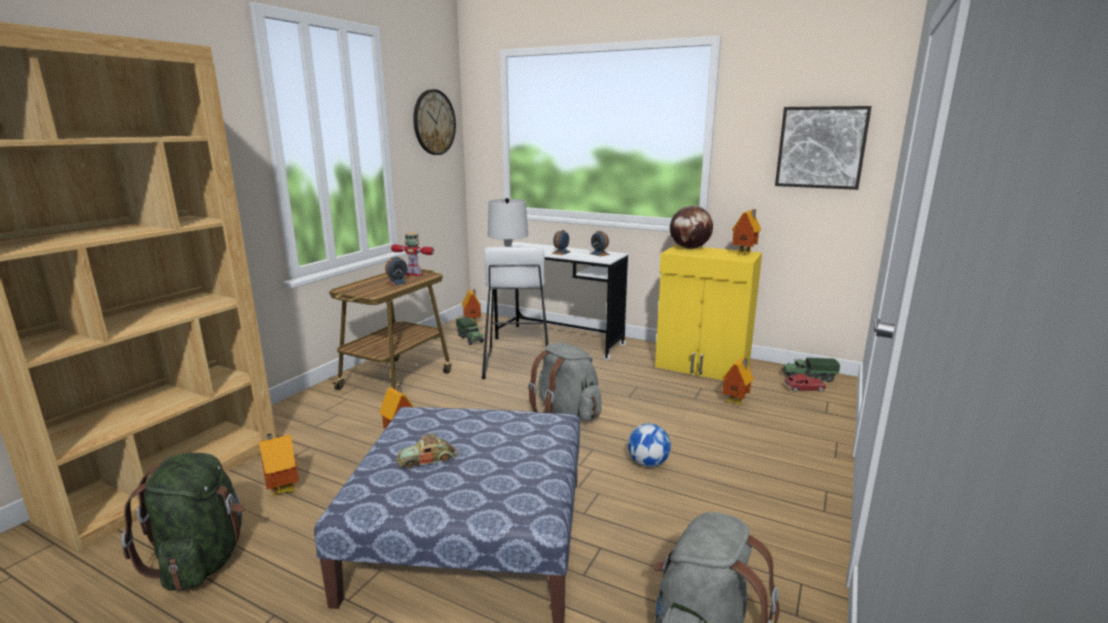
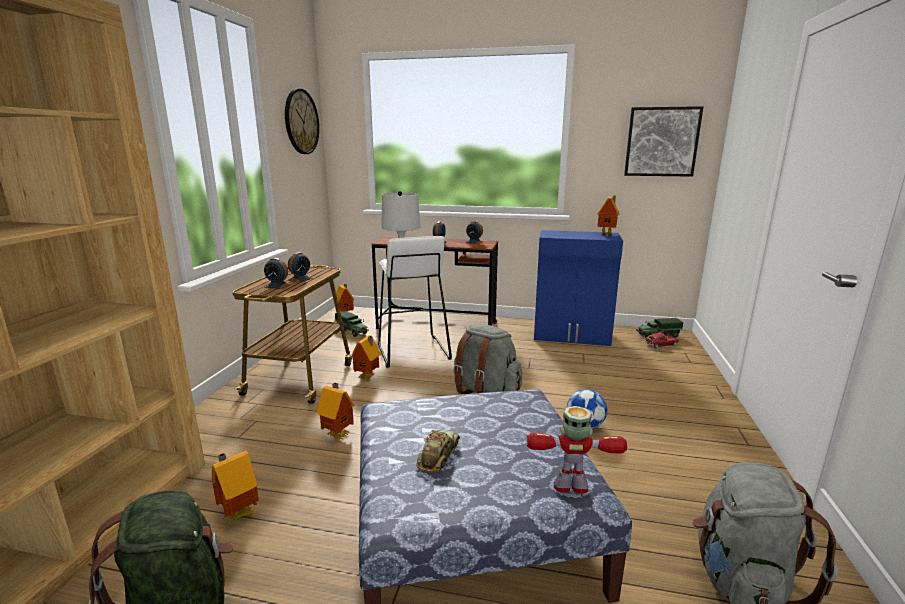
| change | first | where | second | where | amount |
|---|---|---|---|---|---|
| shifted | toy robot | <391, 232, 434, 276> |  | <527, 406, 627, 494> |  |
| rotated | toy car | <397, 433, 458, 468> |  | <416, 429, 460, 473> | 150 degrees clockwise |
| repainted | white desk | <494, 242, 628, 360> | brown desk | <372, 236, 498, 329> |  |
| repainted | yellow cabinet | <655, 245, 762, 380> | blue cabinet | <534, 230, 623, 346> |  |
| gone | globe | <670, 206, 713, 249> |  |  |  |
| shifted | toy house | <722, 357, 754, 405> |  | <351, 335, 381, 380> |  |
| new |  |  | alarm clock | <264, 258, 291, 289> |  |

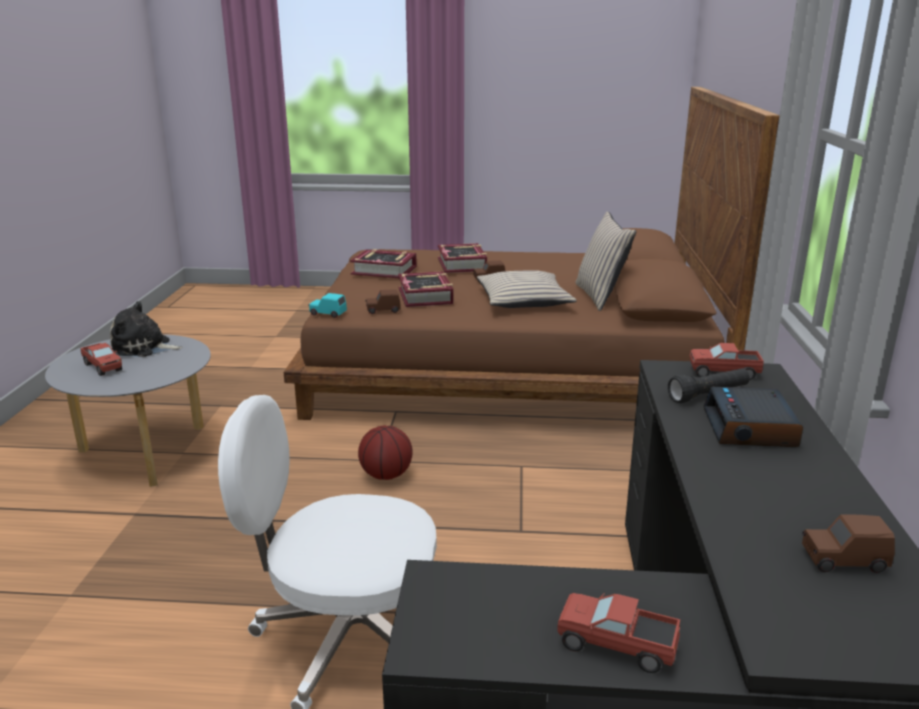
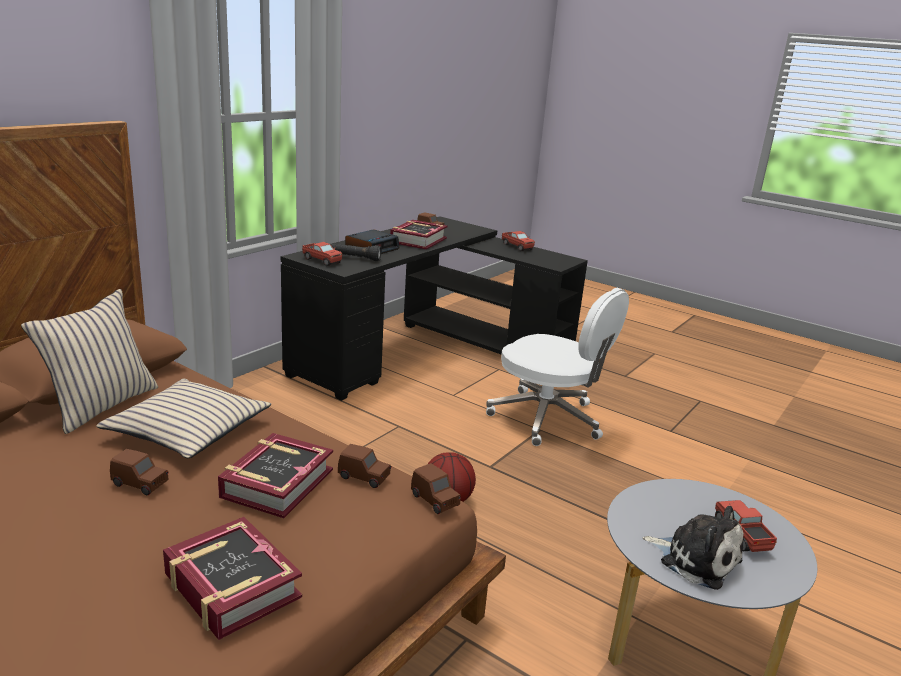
| change | first | where | second | where | amount |
|---|---|---|---|---|---|
| repainted | turquoise toy car | <309, 293, 347, 318> | brown toy car | <411, 463, 461, 514> |  |
| shifted | book | <438, 243, 487, 273> |  | <390, 220, 448, 249> |  |

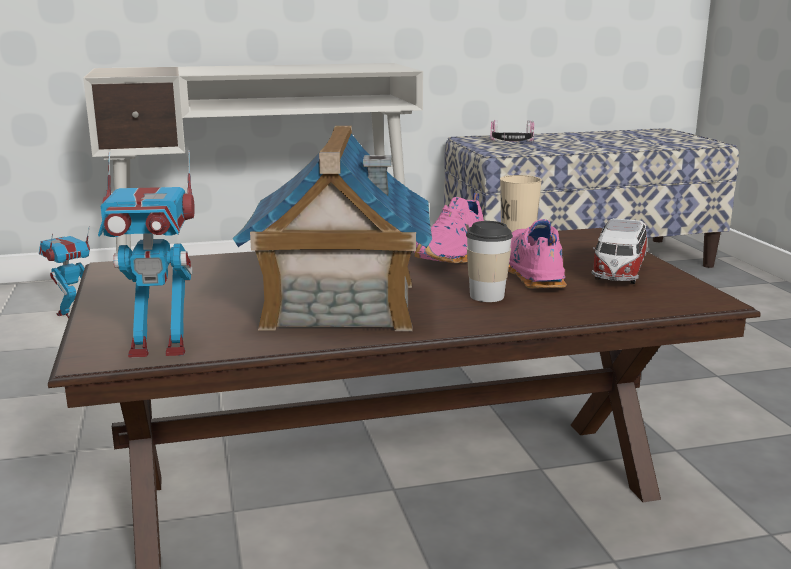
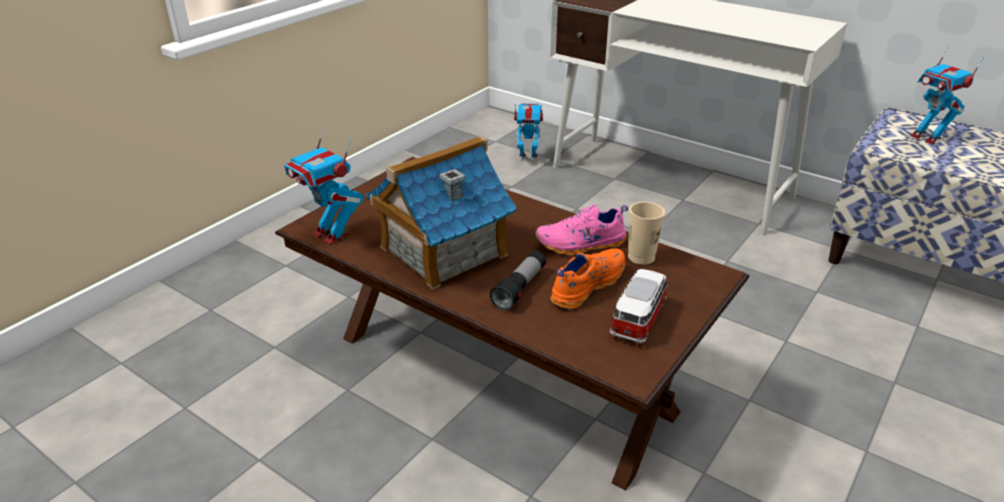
| change | first | where | second | where | amount |
|---|---|---|---|---|---|
| swapped | cup | <466, 221, 513, 302> | flashlight | <490, 251, 546, 310> |  |
| swapped | headphones | <490, 120, 534, 142> | toy robot | <910, 47, 984, 145> |  |
| repainted | pink shoe | <508, 219, 567, 289> | orange shoe | <551, 248, 625, 309> |  |
| rotated | toy car | <591, 218, 647, 284> |  | <610, 269, 669, 344> | 135 degrees clockwise |

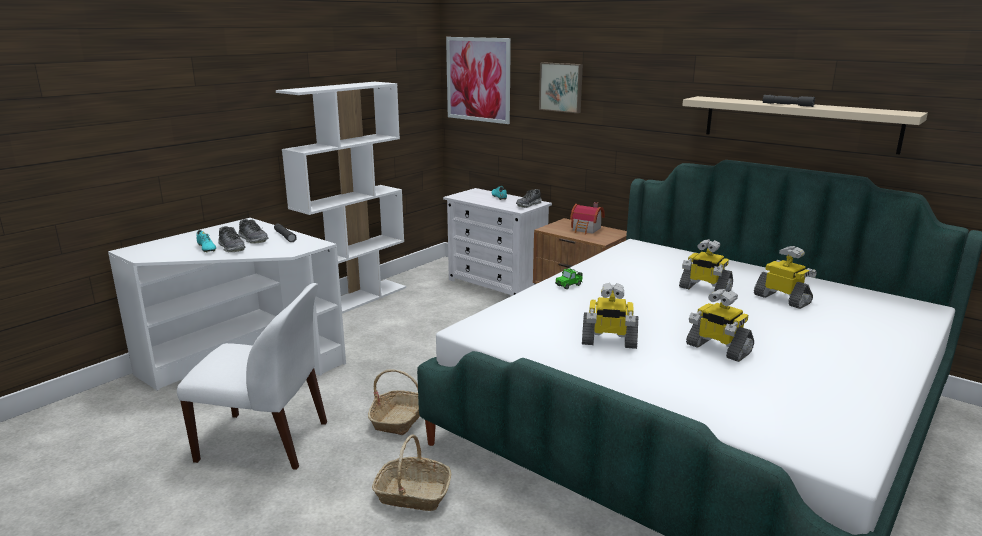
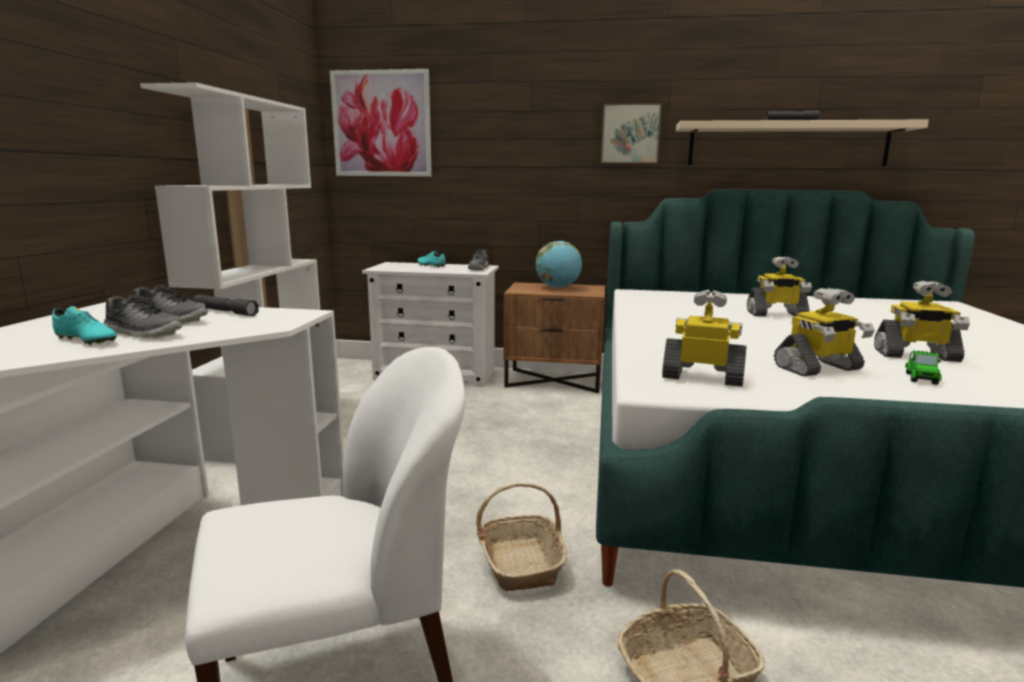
| change | first | where | second | where | amount |
|---|---|---|---|---|---|
| shifted | picture | <539, 62, 583, 113> |  | <601, 103, 662, 163> |  |
| shifted | toy car | <555, 268, 583, 289> |  | <905, 350, 942, 385> |  |
| swapped | toy house | <570, 202, 605, 235> | globe | <536, 241, 582, 288> |  |
| shifted | toy robot | <754, 246, 817, 309> |  | <662, 290, 746, 387> |  |

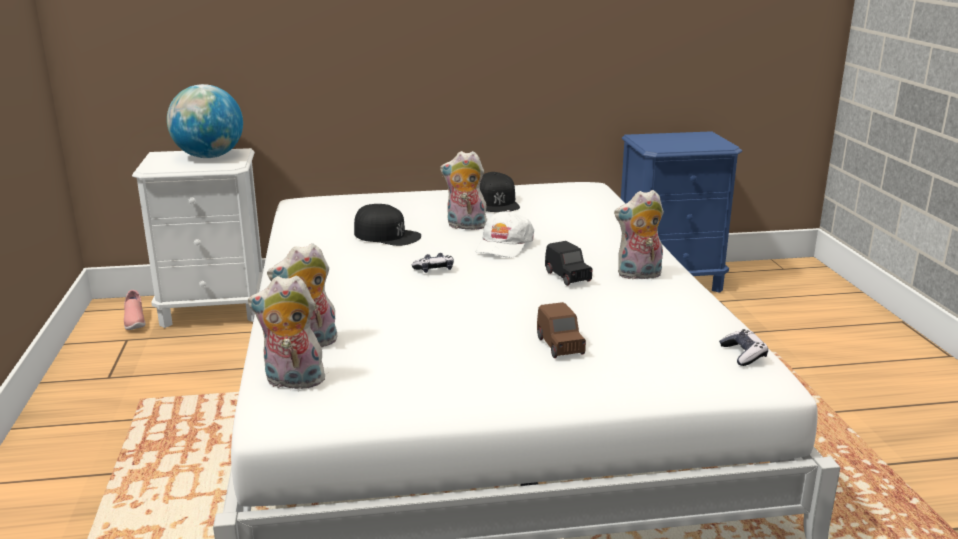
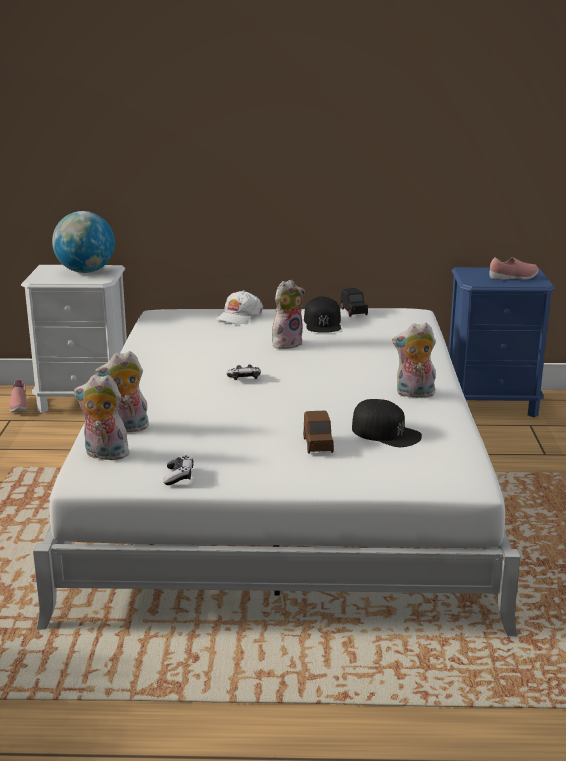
| change | first | where | second | where | amount |
|---|---|---|---|---|---|
| shifted | black cap | <354, 204, 421, 246> |  | <352, 399, 422, 447> |  |
| rotated | plush toy | <440, 151, 487, 230> |  | <272, 280, 305, 349> | 120 degrees clockwise |
| shifted | white cap | <476, 210, 534, 257> |  | <215, 290, 263, 324> |  |
| shifted | black toy car | <545, 241, 593, 286> |  | <340, 288, 368, 317> |  |
| shifted | game controller | <719, 329, 768, 366> |  | <163, 456, 193, 485> |  |
| new |  |  | pink shoe | <489, 257, 538, 280> |  |

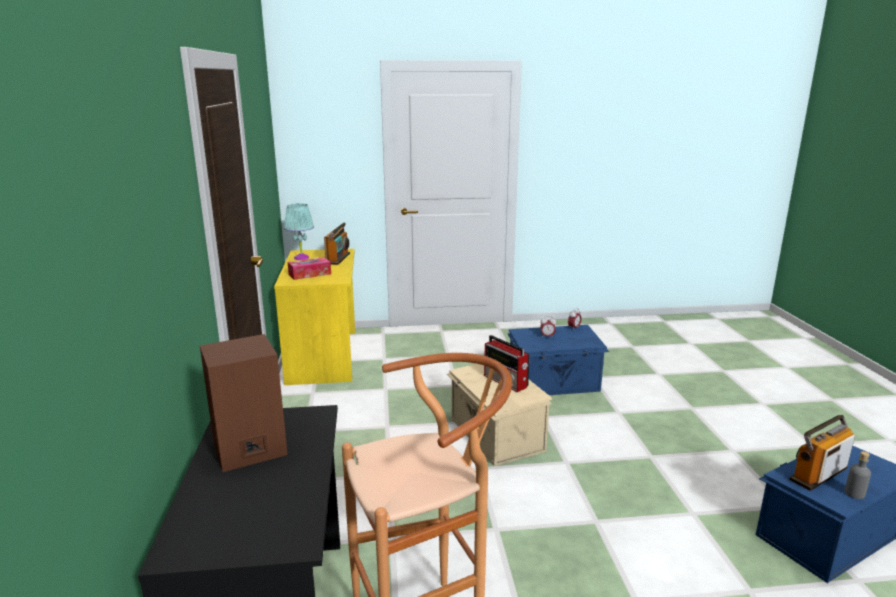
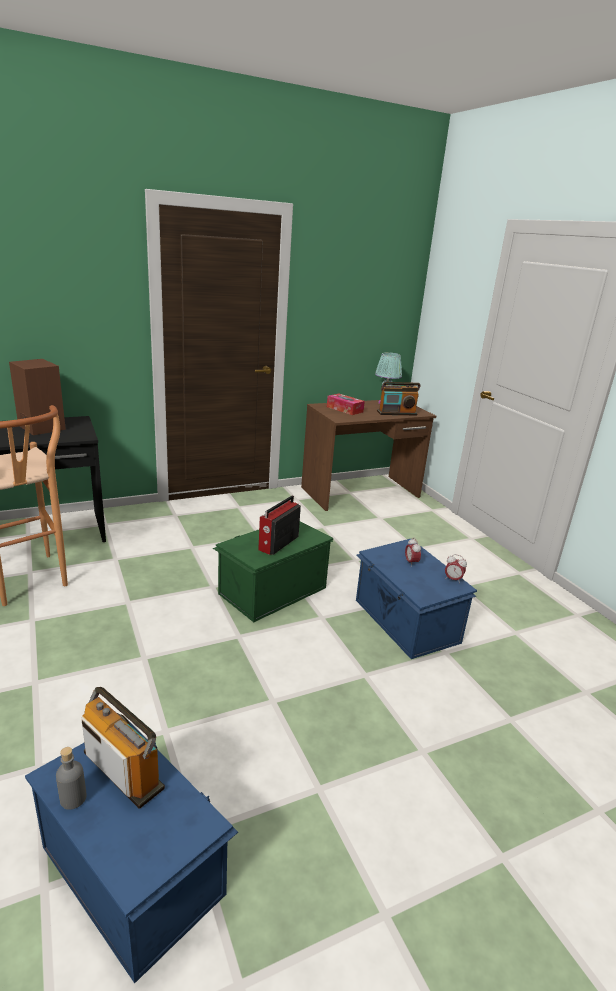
| change | first | where | second | where | amount |
|---|---|---|---|---|---|
| repainted | yellow desk | <274, 249, 355, 385> | brown desk | <301, 400, 436, 511> |  |
| repainted | beige storage box | <447, 364, 552, 466> | green storage box | <213, 522, 333, 622> |  |

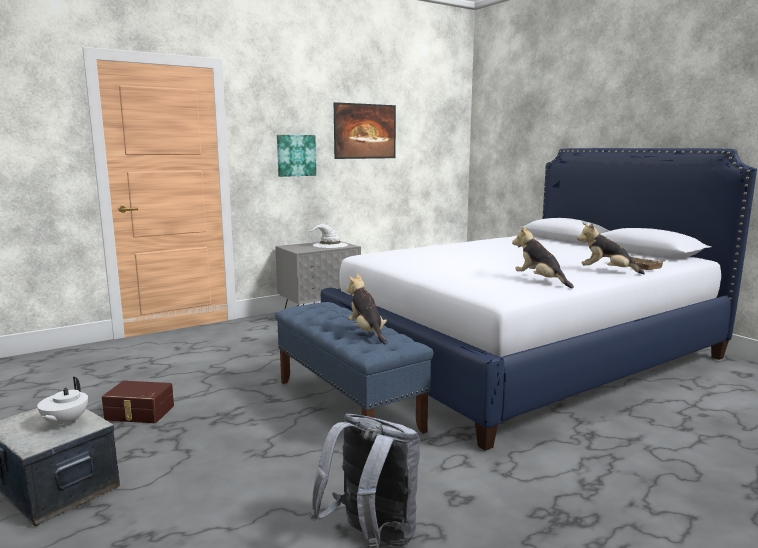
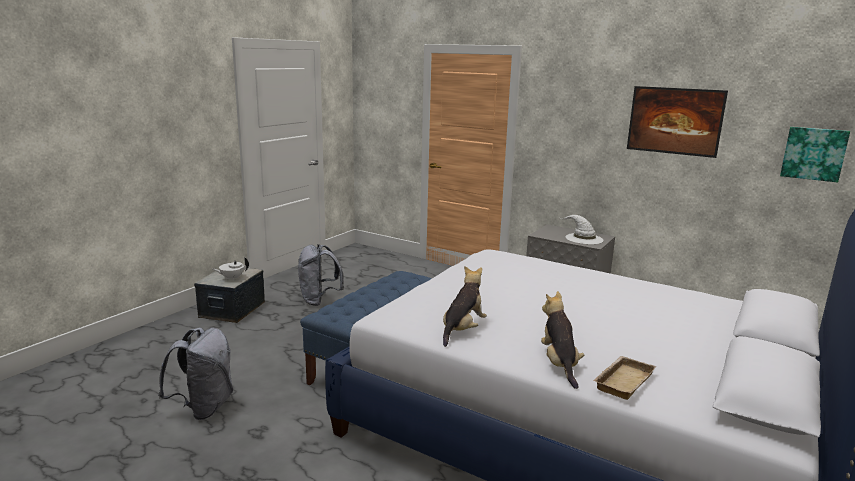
| change | first | where | second | where | amount |
|---|---|---|---|---|---|
| swapped | brown storage box | <102, 381, 174, 423> | grey backpack | <298, 244, 344, 306> |  |
| shifted | picture | <277, 135, 316, 177> |  | <780, 127, 850, 182> |  |
| gone | plush toy | <346, 274, 388, 345> |  |  |  |

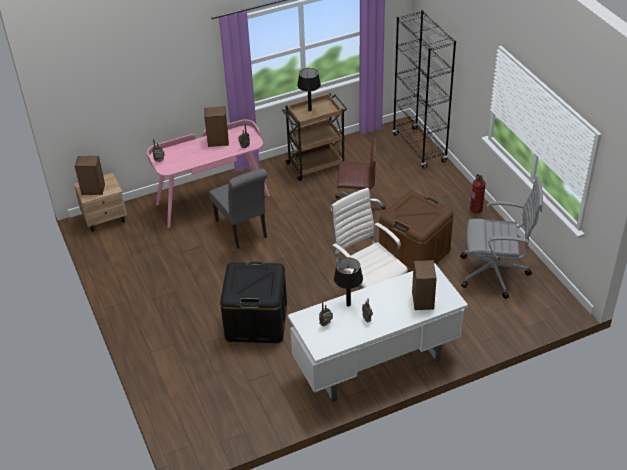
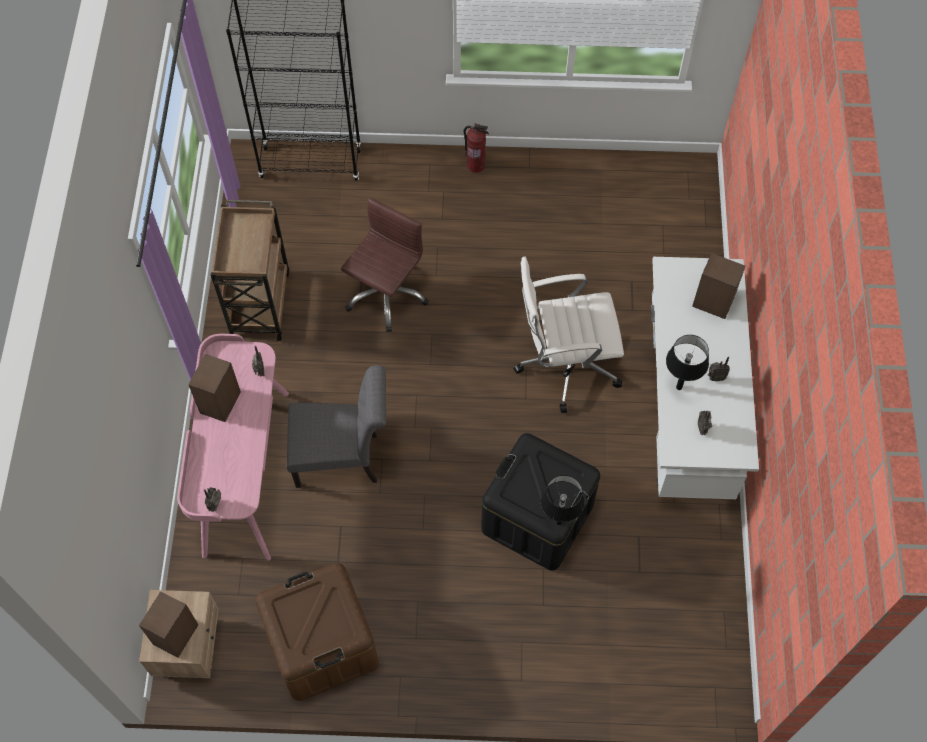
| change | first | where | second | where | amount |
|---|---|---|---|---|---|
| shifted | black table lamp | <297, 68, 321, 111> |  | <541, 475, 585, 525> |  |
| shifted | brown storage box | <379, 191, 453, 272> |  | <255, 563, 378, 701> |  |
| gone | grey office chair | <460, 176, 543, 299> |  |  |  |

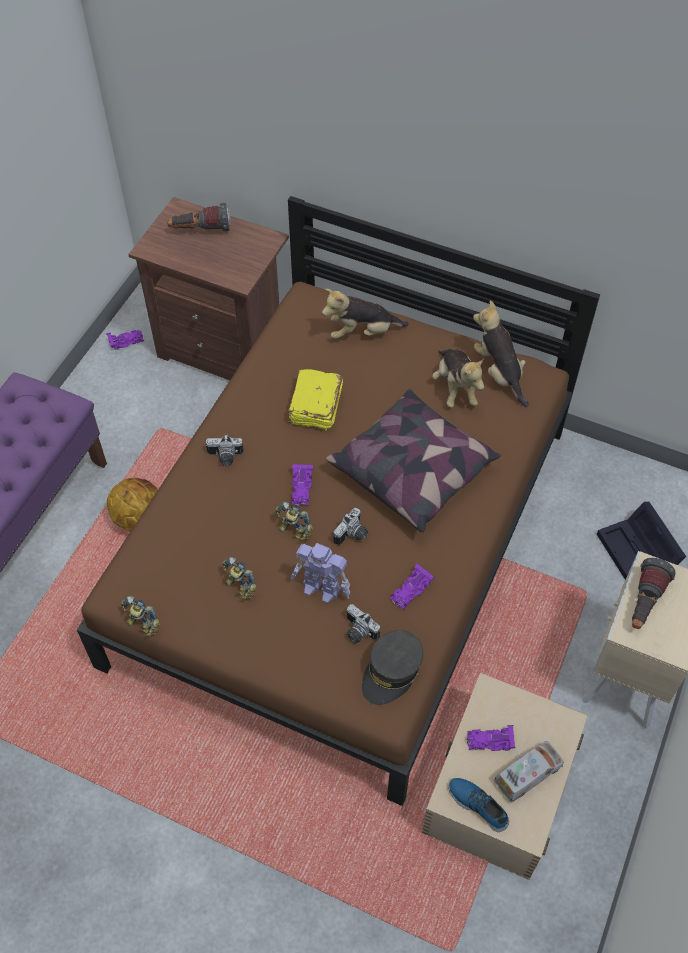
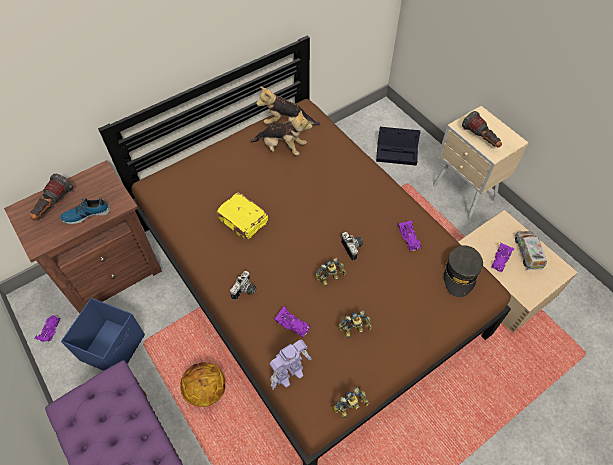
| change | first | where | second | where | amount |
|---|---|---|---|---|---|
| shifted | toy robot | <291, 543, 350, 604> |  | <270, 340, 311, 390> |  |
| shifted | purple toy car | <292, 464, 313, 506> |  | <274, 306, 310, 337> |  |
| gone | plush toy | <322, 289, 409, 339> |  |  |  |
| gone | pillow | <326, 389, 501, 532> |  |  |  |
| gone | photo camera | <346, 604, 380, 644> |  |  |  |
| rotated | grey cap | <362, 630, 423, 705> |  | <444, 245, 483, 297> | 45 degrees clockwise |
| shifted | shoe | <448, 778, 509, 832> |  | <60, 197, 110, 224> |  |
| new |  |  | blue storage box | <61, 298, 145, 371> |  |

